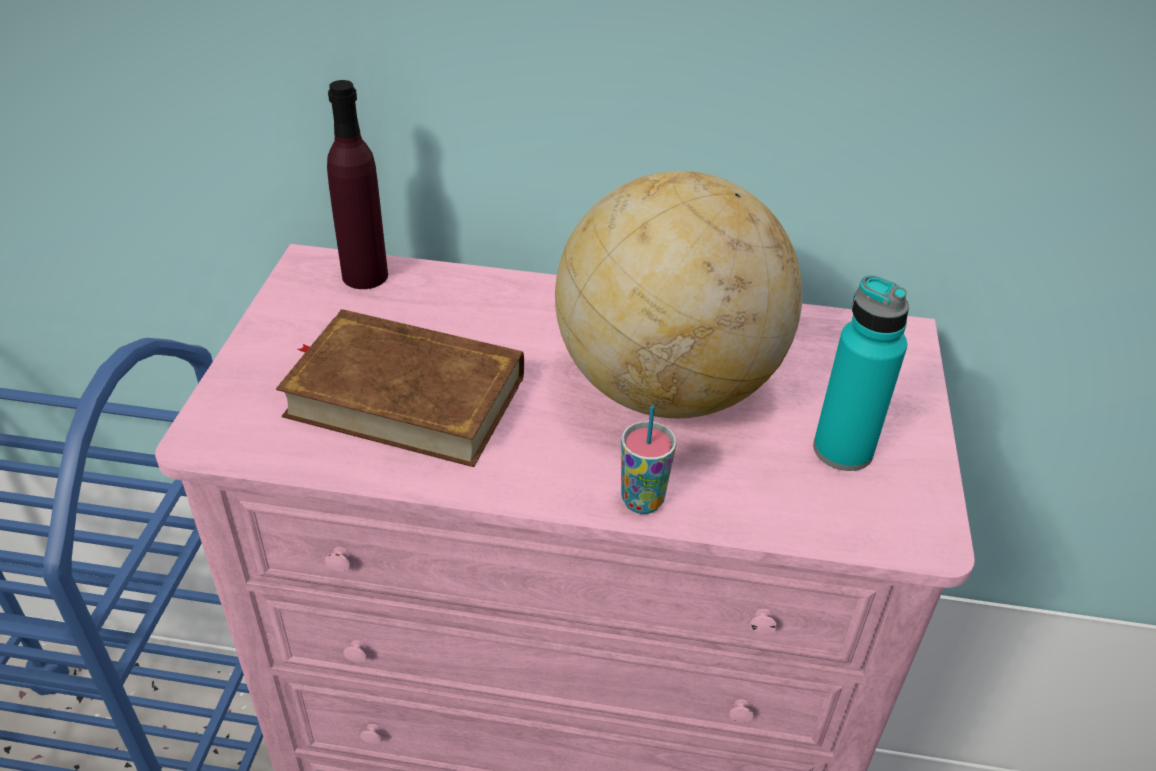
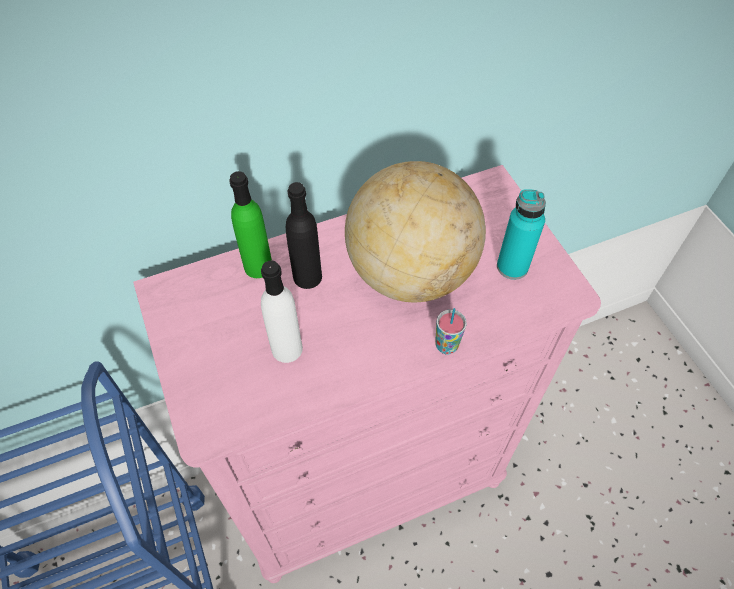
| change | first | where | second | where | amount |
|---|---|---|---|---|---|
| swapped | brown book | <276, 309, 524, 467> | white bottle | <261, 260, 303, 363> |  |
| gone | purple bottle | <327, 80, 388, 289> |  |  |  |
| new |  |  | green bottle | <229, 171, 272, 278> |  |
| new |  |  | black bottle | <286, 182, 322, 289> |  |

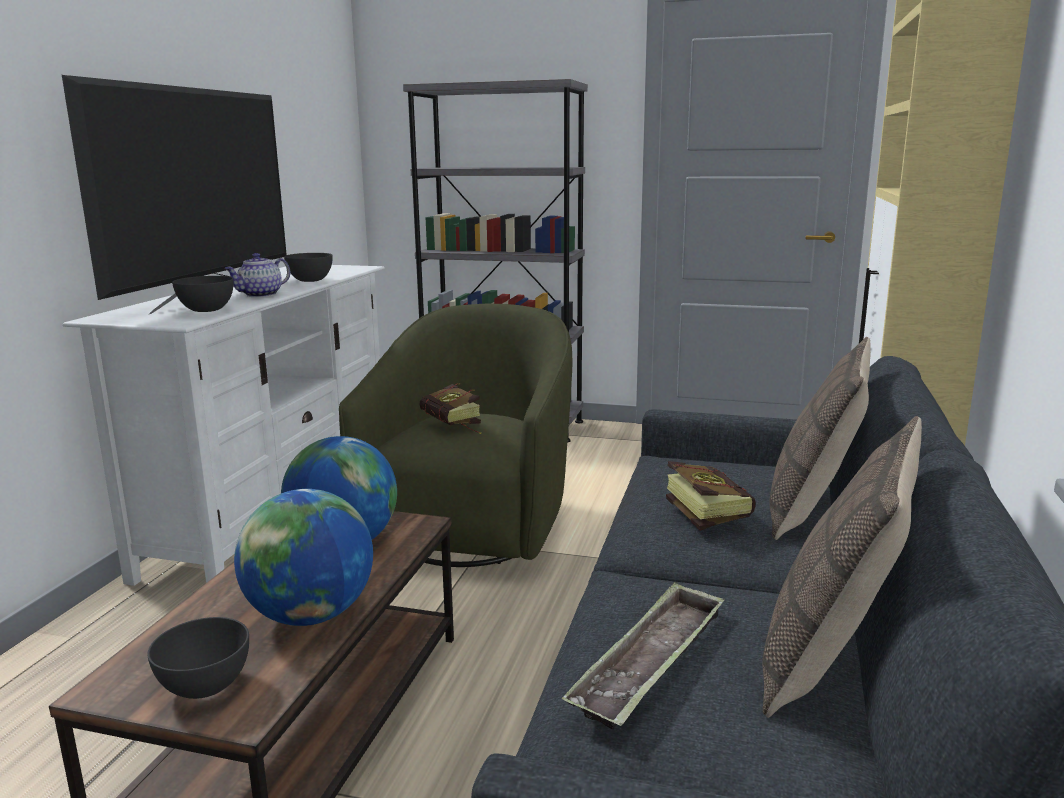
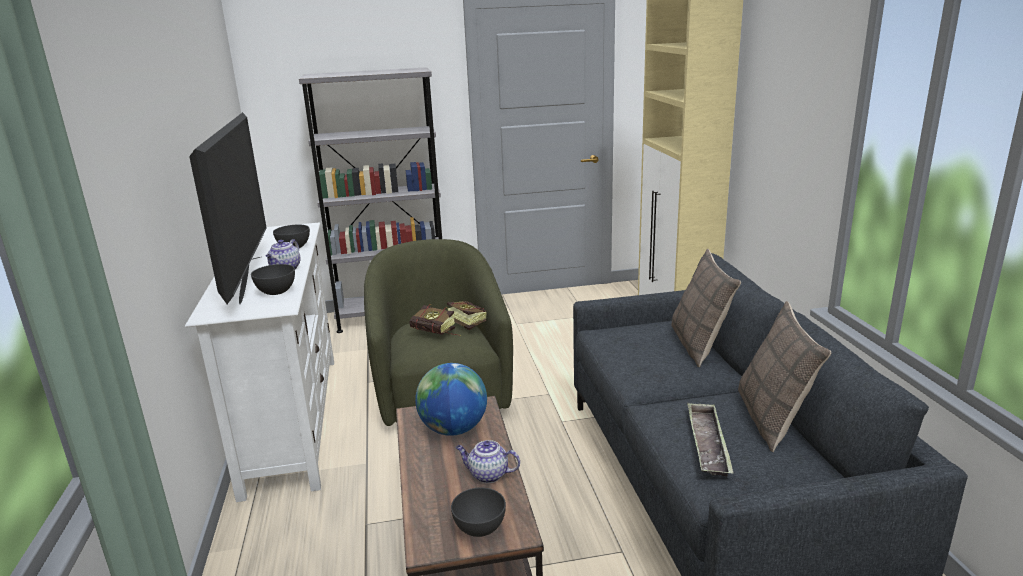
| change | first | where | second | where | amount |
|---|---|---|---|---|---|
| swapped | globe | <234, 489, 373, 626> | teapot | <456, 440, 520, 483> |  |
| shifted | book | <666, 461, 756, 531> |  | <447, 301, 486, 330> |  |

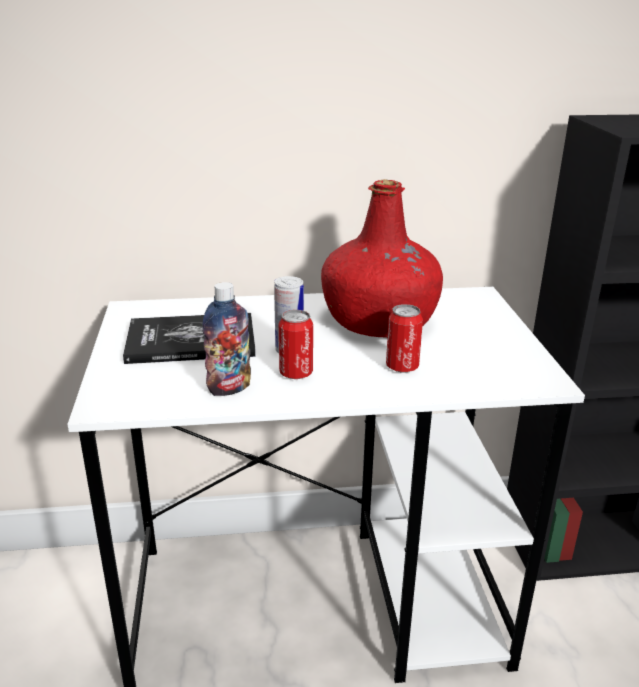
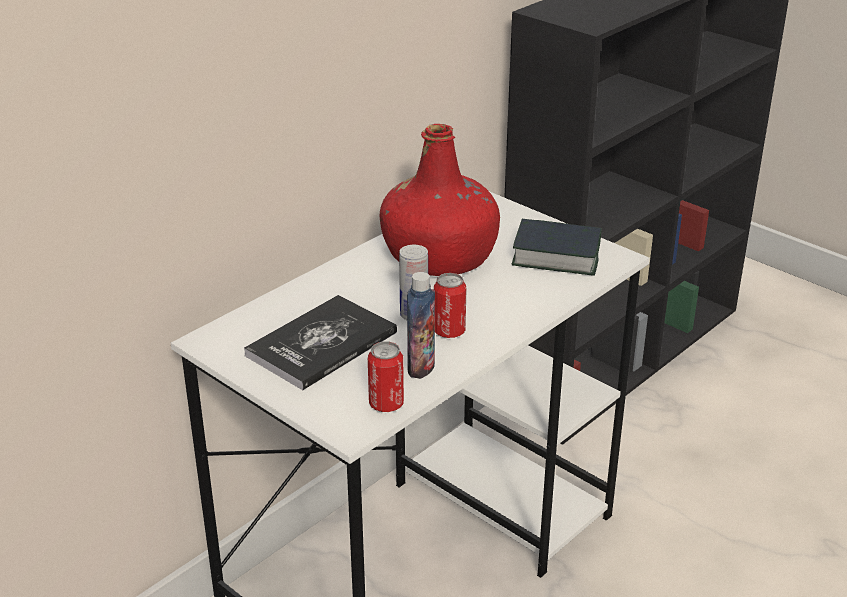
| change | first | where | second | where | amount |
|---|---|---|---|---|---|
| shifted | can | <386, 304, 423, 373> |  | <368, 341, 404, 412> |  |
| new |  |  | book | <512, 219, 602, 276> |  |

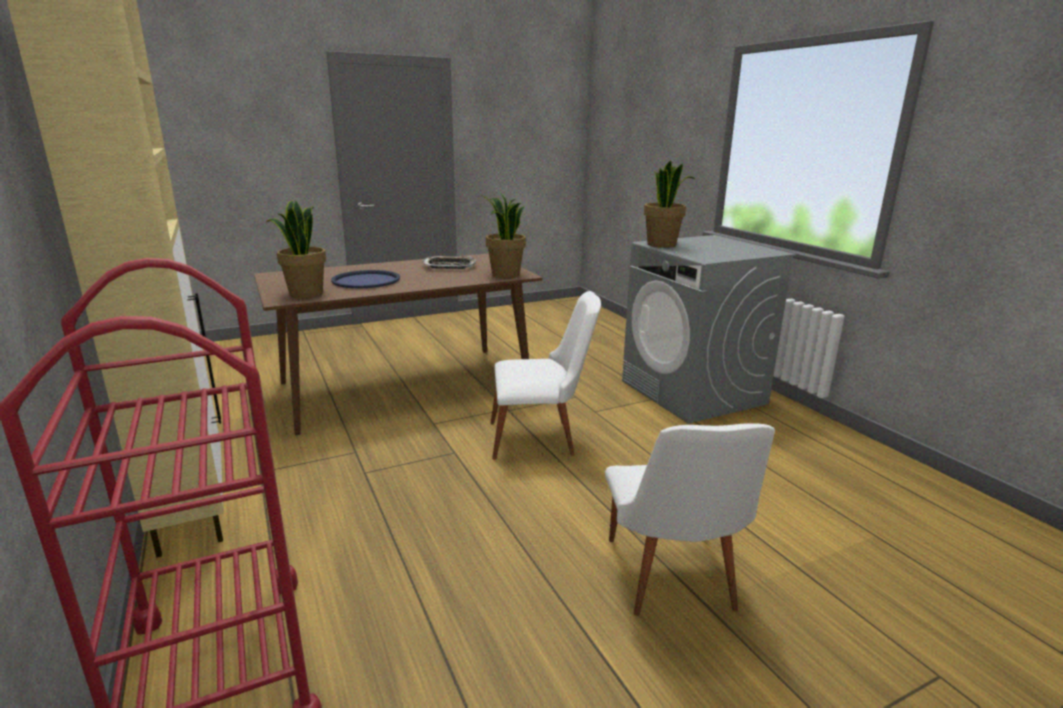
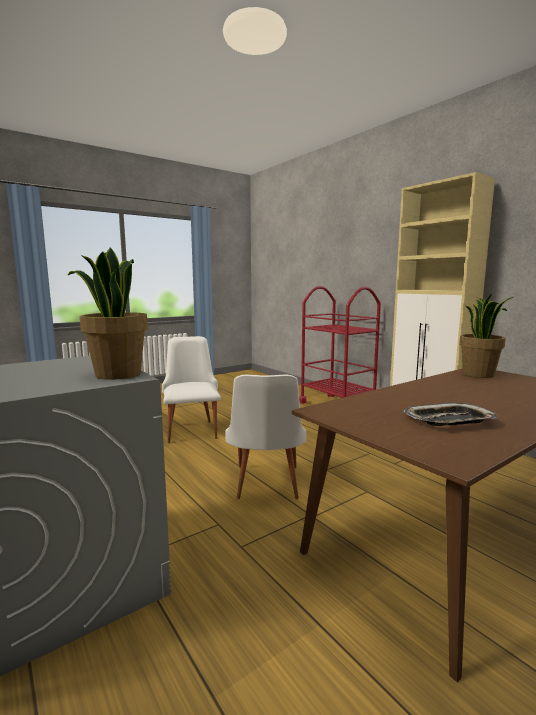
| change | first | where | second | where | amount |
|---|---|---|---|---|---|
| gone | blue tray | <331, 270, 400, 288> |  |  |  |
| gone | potted plant | <480, 193, 526, 278> |  |  |  |
| rotated | white chair | <490, 291, 601, 460> |  | <225, 375, 306, 499> | 75 degrees counterclockwise |

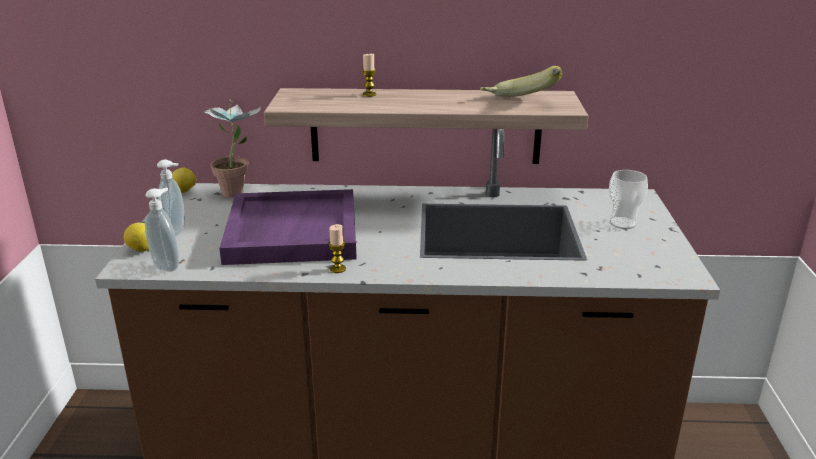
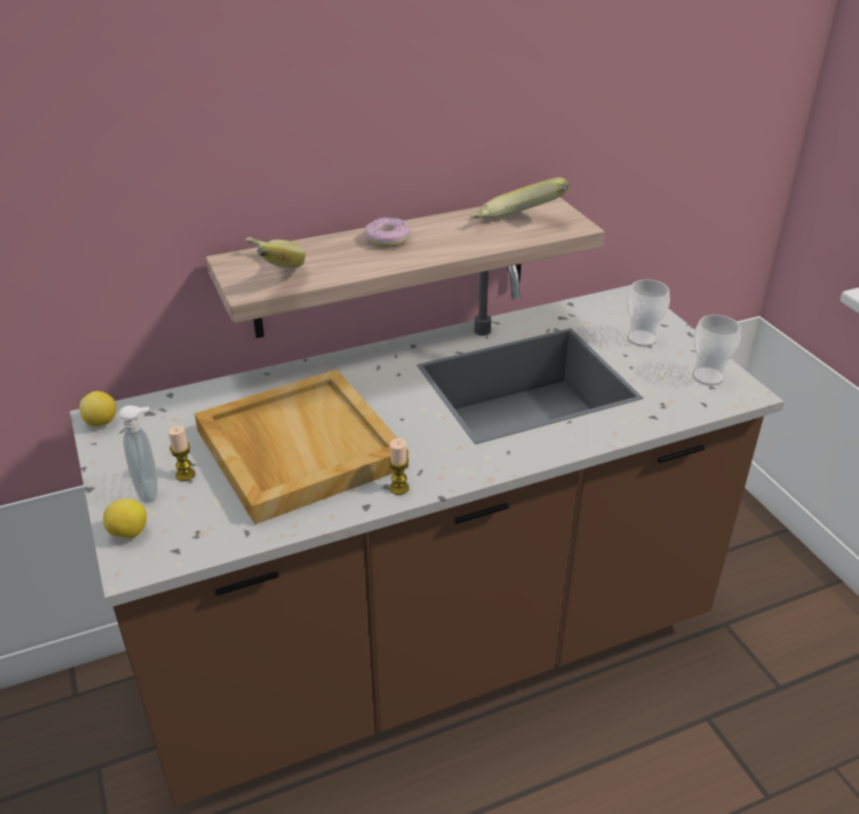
| change | first | where | second | where | amount |
|---|---|---|---|---|---|
| gone | soap dispenser | <145, 188, 179, 272> |  |  |  |
| gone | potted plant | <203, 100, 261, 198> |  |  |  |
| repainted | purple tray | <219, 189, 357, 265> | beige tray | <194, 369, 409, 525> |  |
| shifted | candle | <362, 53, 376, 97> |  | <168, 426, 195, 481> |  |
| new |  |  | banana | <246, 237, 306, 269> |  |
| new |  |  | donut | <365, 217, 410, 248> |  |
| new |  |  | cup | <692, 315, 740, 386> |  |

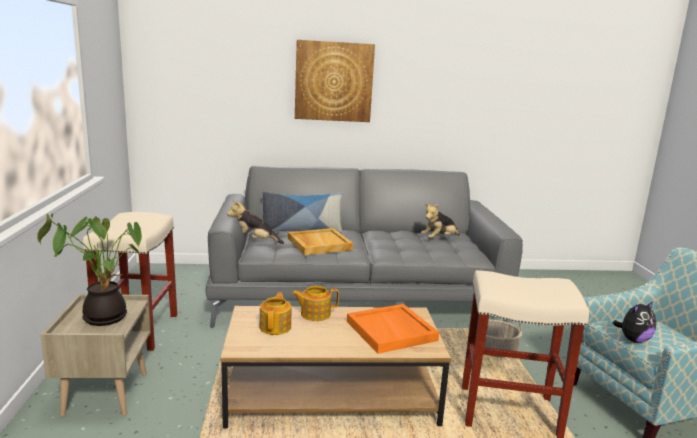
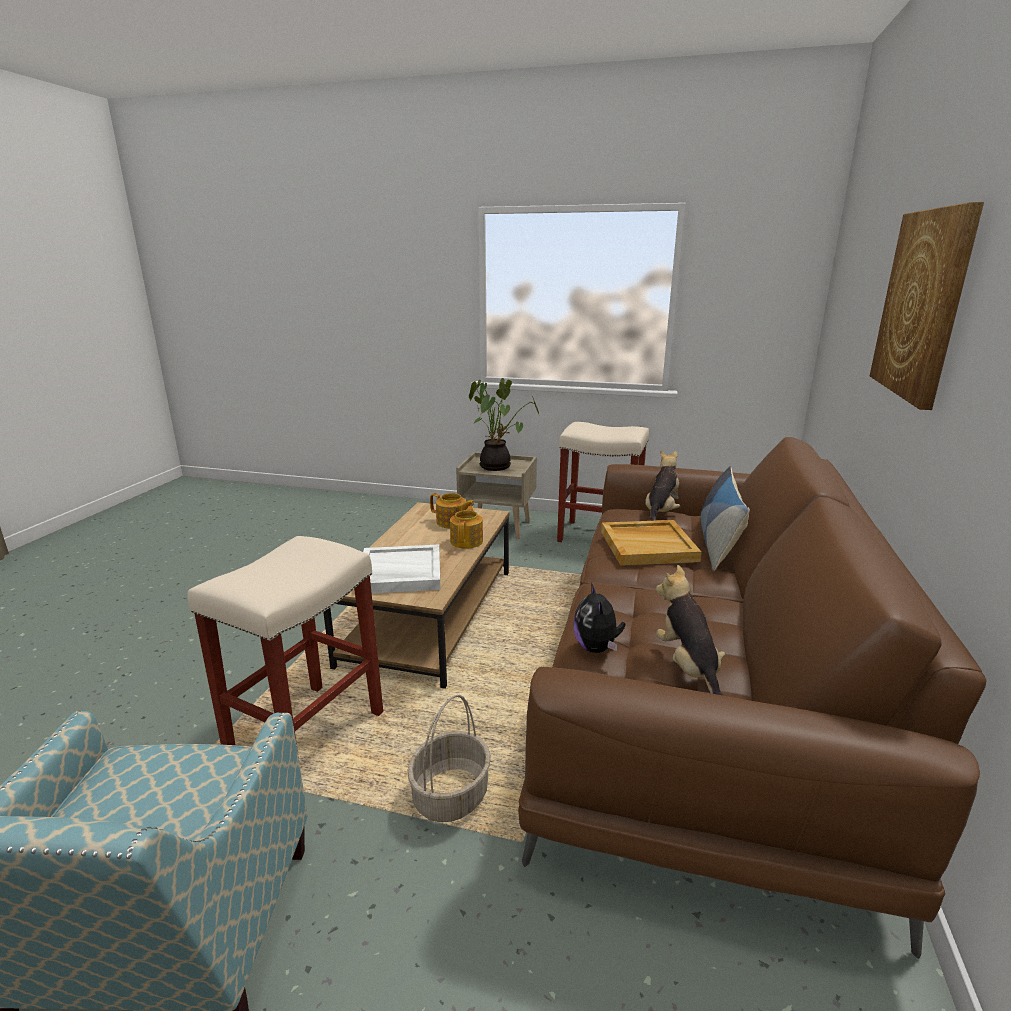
| change | first | where | second | where | amount |
|---|---|---|---|---|---|
| repainted | grey sofa | <205, 165, 523, 328> | brown sofa | <518, 437, 987, 959> |  |
| repainted | orange tray | <347, 304, 439, 354> | white tray | <363, 544, 441, 593> |  |
| shifted | plush toy | <613, 301, 656, 343> |  | <573, 583, 626, 653> |  |

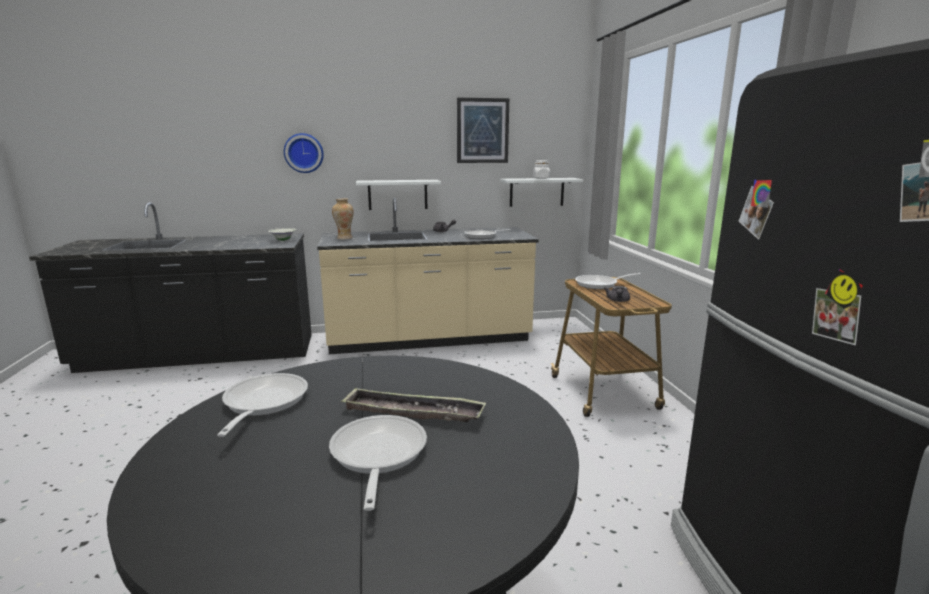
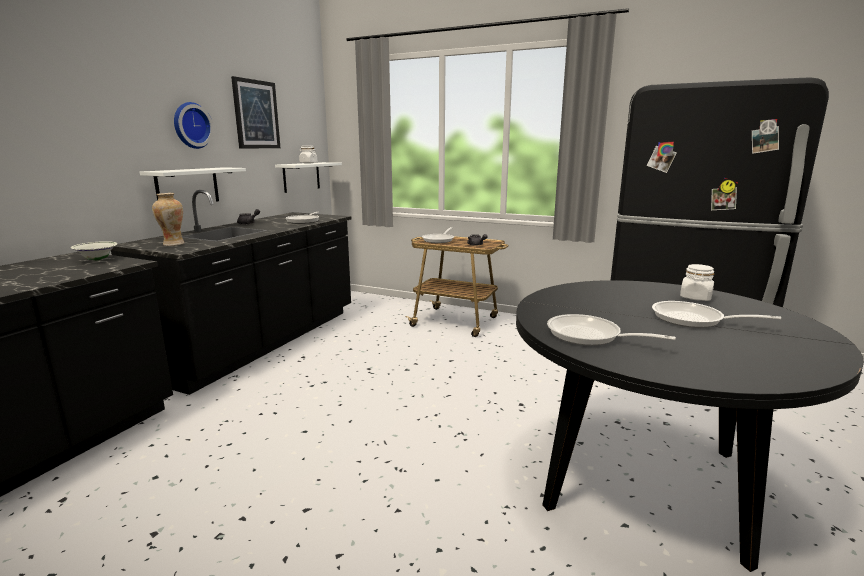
| change | first | where | second | where | amount |
|---|---|---|---|---|---|
| shifted | wall clock | <284, 133, 324, 173> |  | <174, 102, 213, 149> |  |
| repainted | beige counter | <317, 198, 539, 354> | black counter | <111, 190, 352, 395> |  |
| gone | tray | <341, 387, 486, 422> |  |  |  |
| new |  |  | white jar | <680, 264, 714, 301> |  |

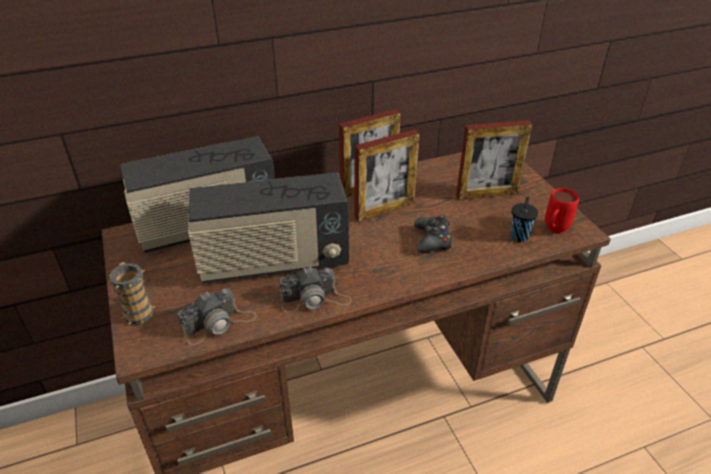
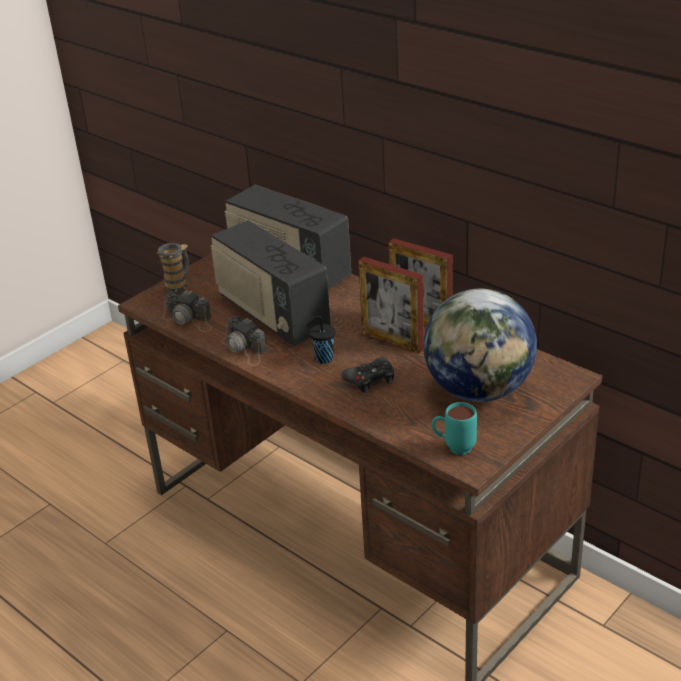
| change | first | where | second | where | amount |
|---|---|---|---|---|---|
| swapped | picture frame | <456, 120, 533, 200> | globe | <423, 289, 537, 402> |  |
| shifted | black cup | <510, 196, 538, 242> |  | <306, 315, 335, 364> |  |
| repainted | red mug | <545, 188, 579, 234> | turquoise mug | <432, 402, 477, 455> |  |

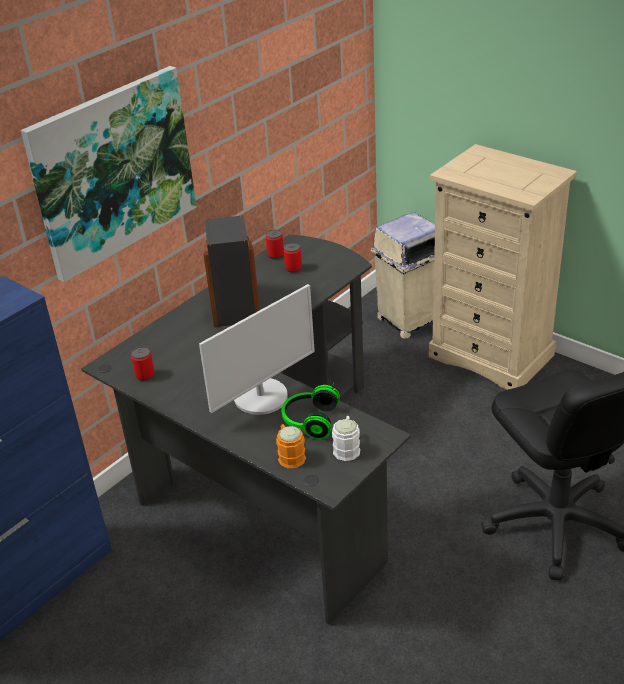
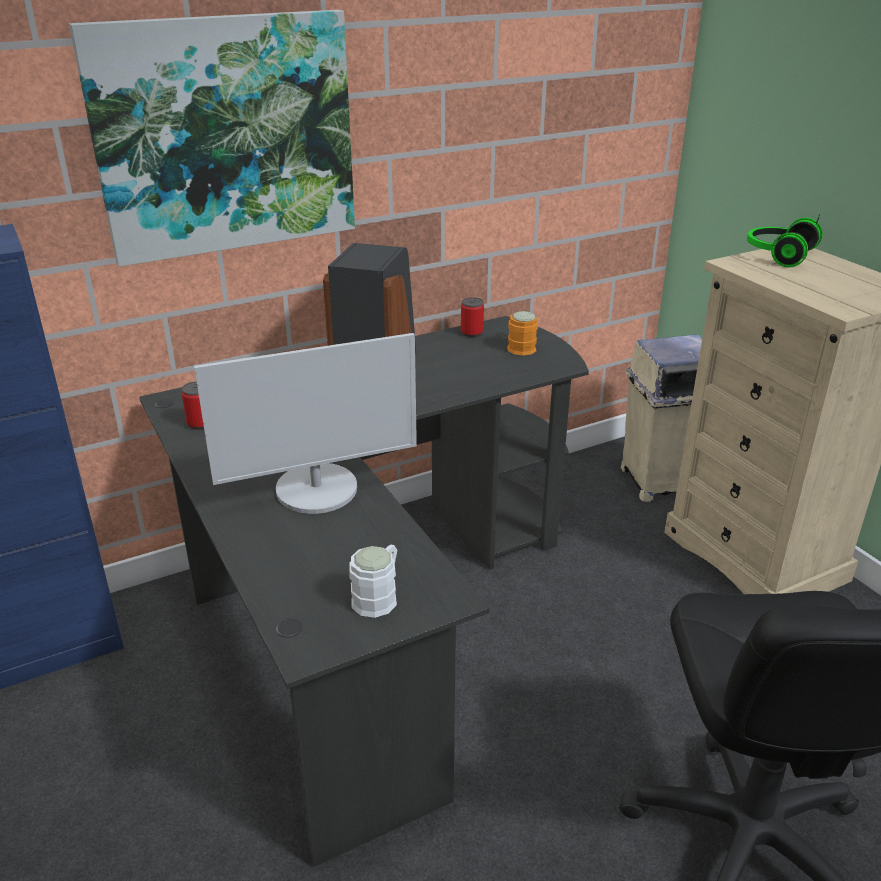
| change | first | where | second | where | amount |
|---|---|---|---|---|---|
| shifted | orange mug | <276, 424, 306, 468> |  | <507, 311, 538, 356> |  |
| shifted | headphones | <281, 382, 340, 439> |  | <747, 214, 823, 267> |  |
| gone | can | <284, 243, 302, 273> |  |  |  |

